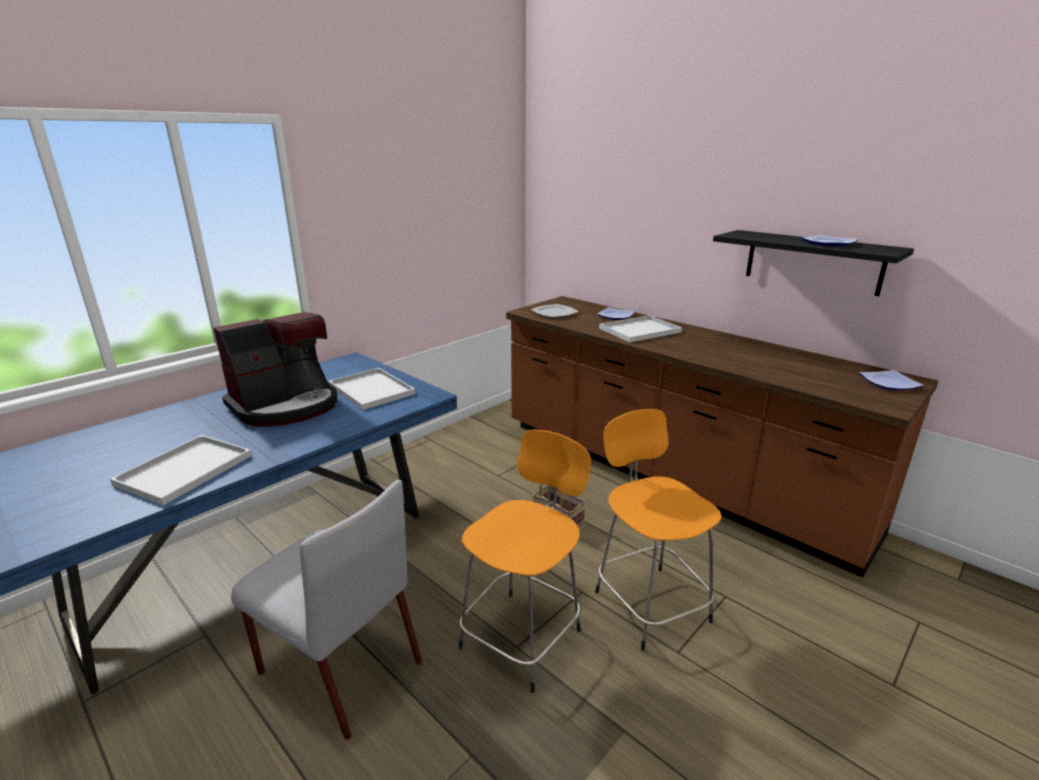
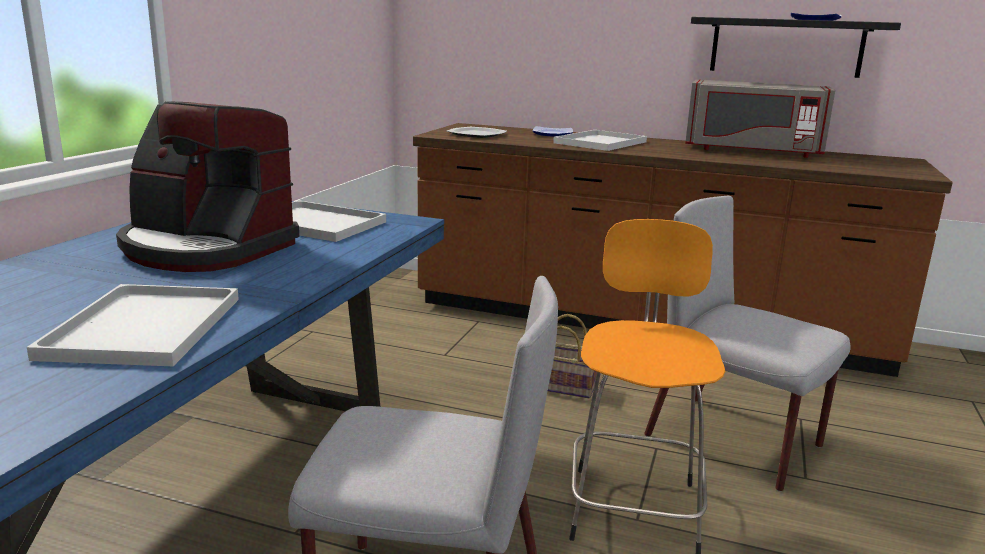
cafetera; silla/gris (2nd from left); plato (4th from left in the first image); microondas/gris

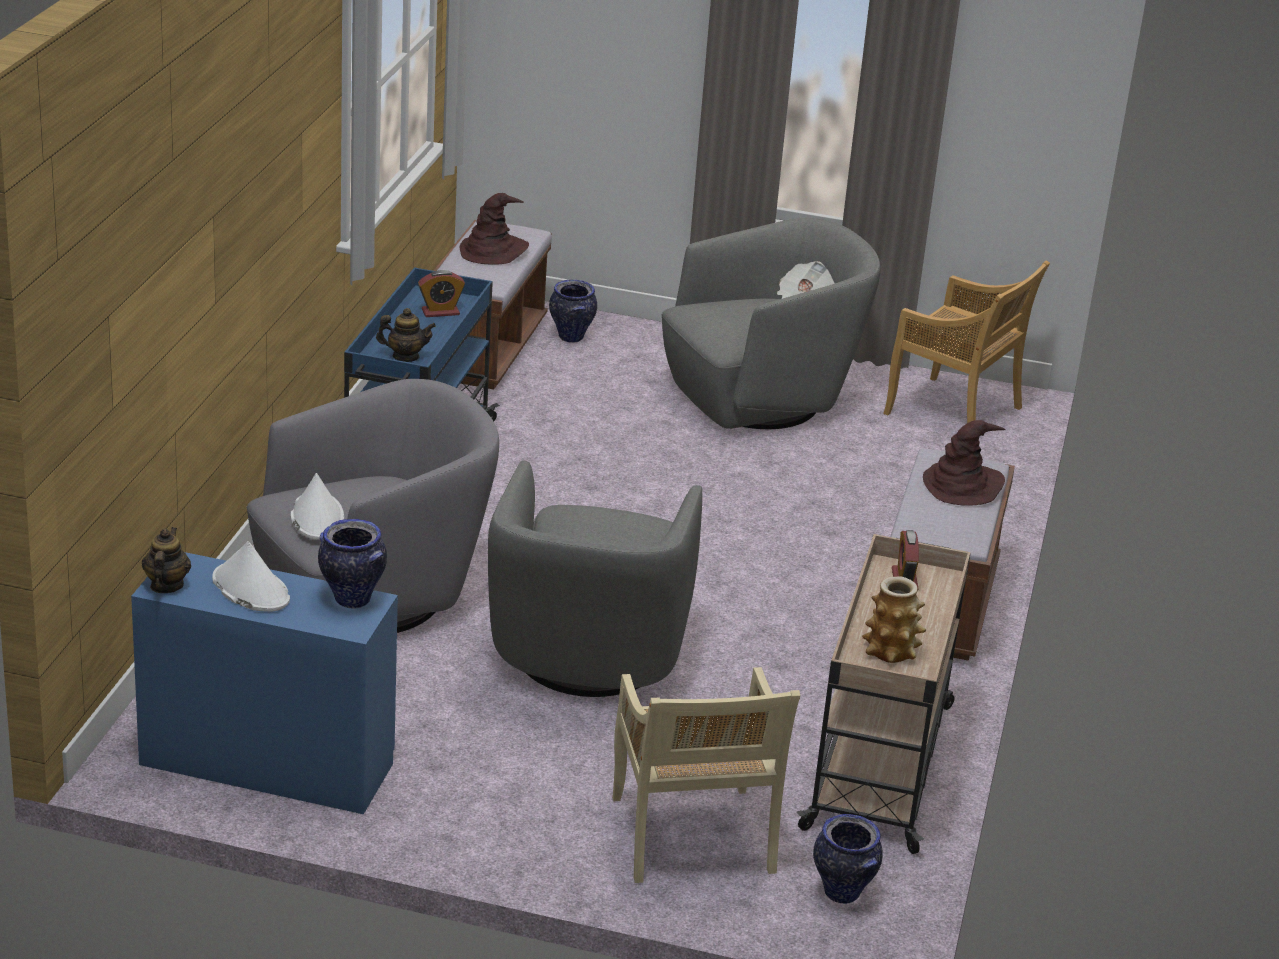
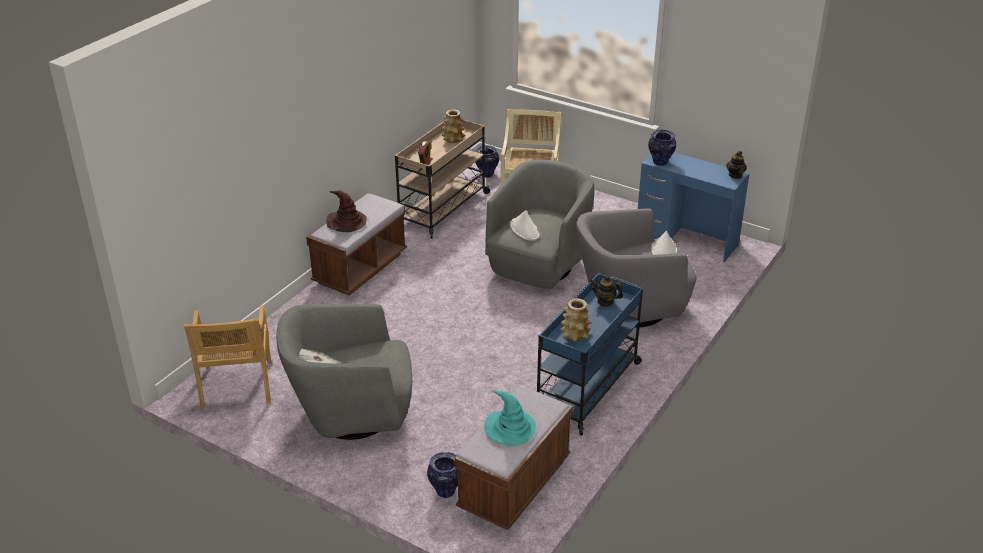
sombrero/blanco (1st from left); florero (4th from left); sombrero/turquesa; silla/beis (1st from left)

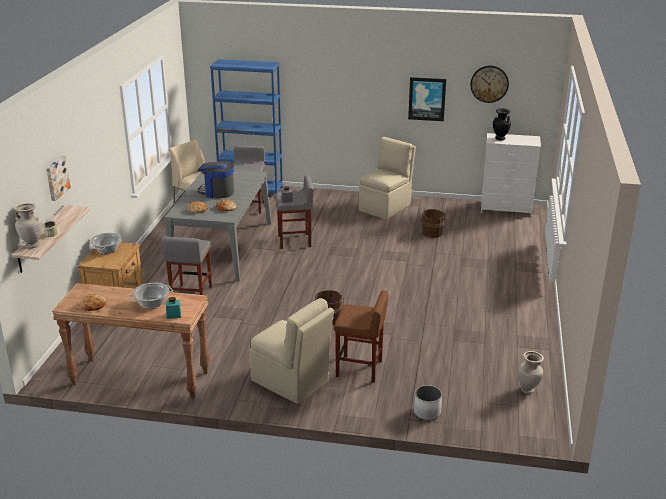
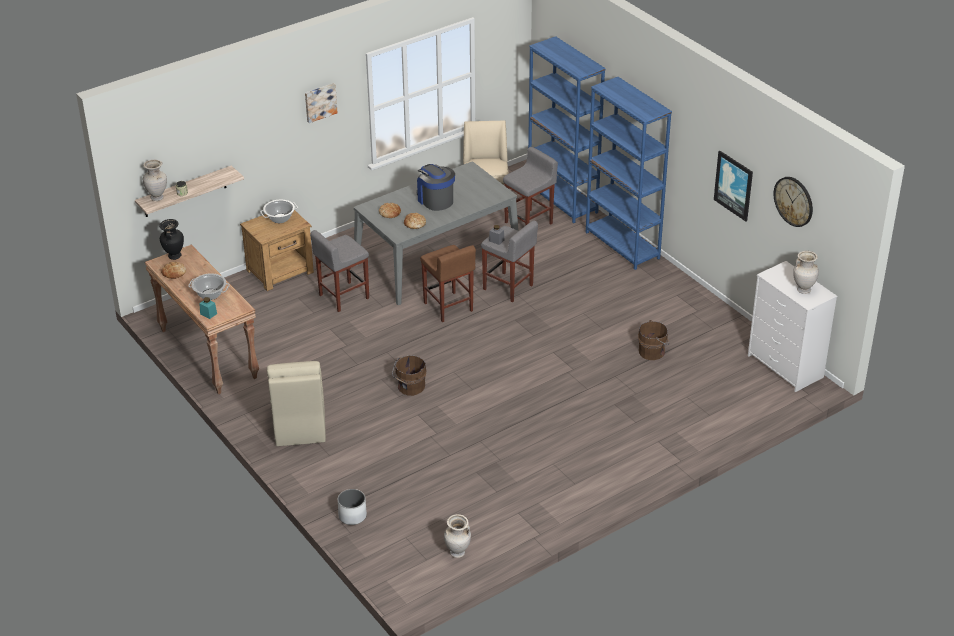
cuadro (1st from left); taburete/marrón; silla/beis (3rd from left in the first image); florero/negro; estantería/azul (2nd from left); florero/beis (3rd from left)

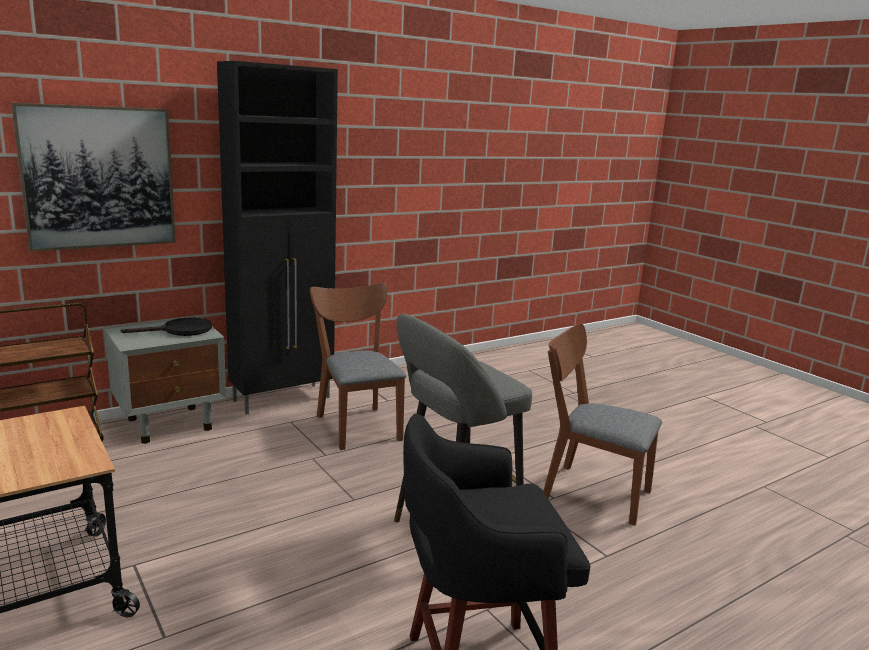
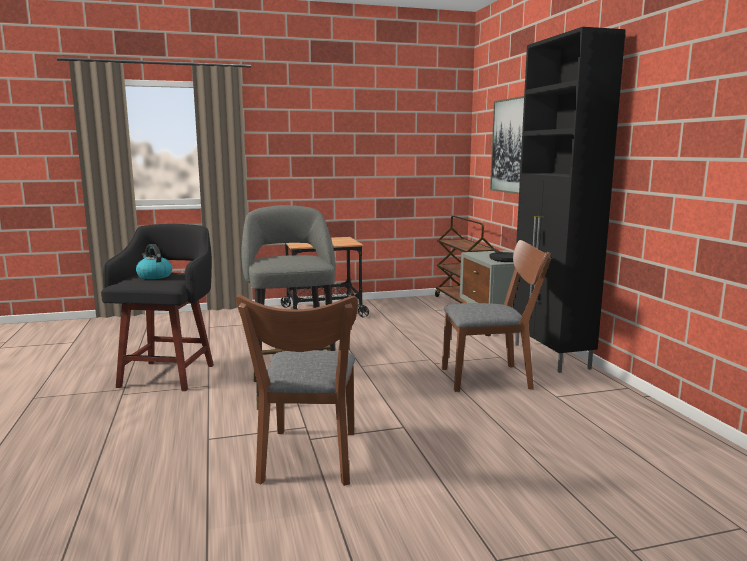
silla/marrón (1st from left); hervidor

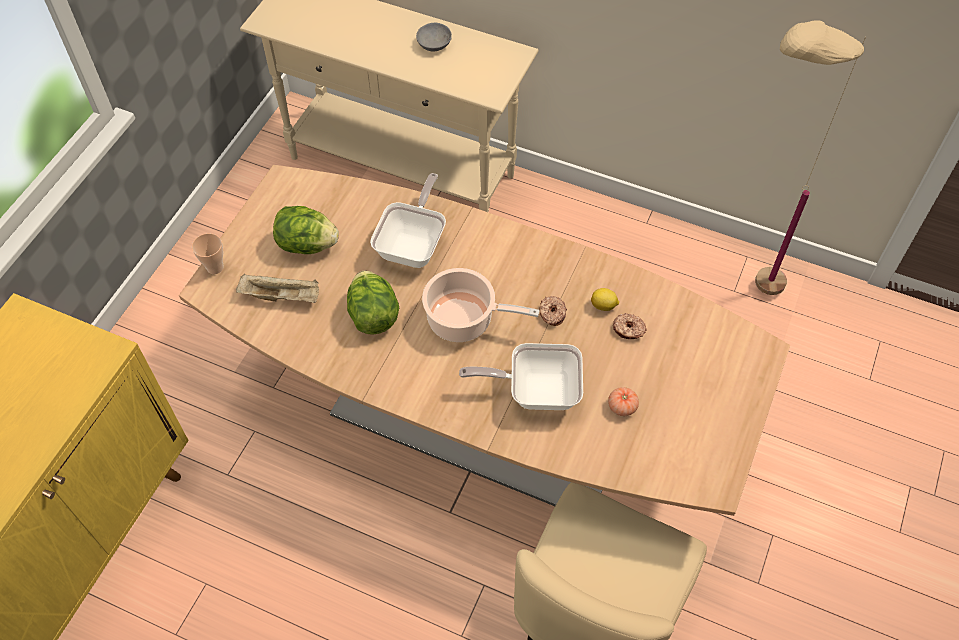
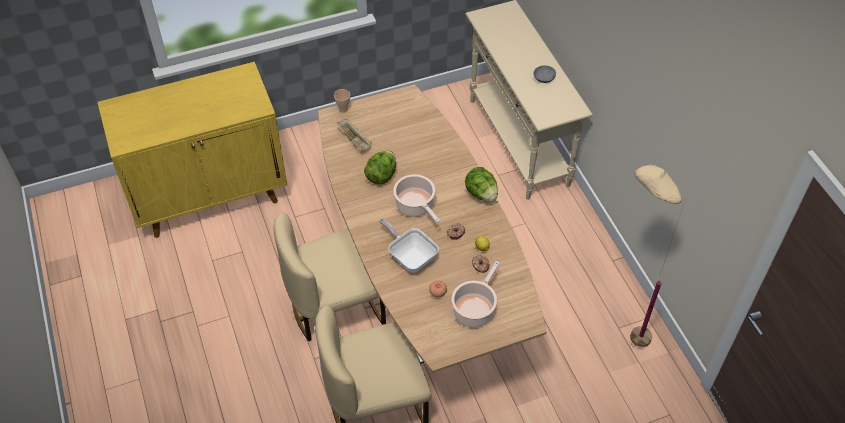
lechuga (2nd from left); sartén (1st from left in the first image); silla/beis (1st from left); olla (2nd from left)

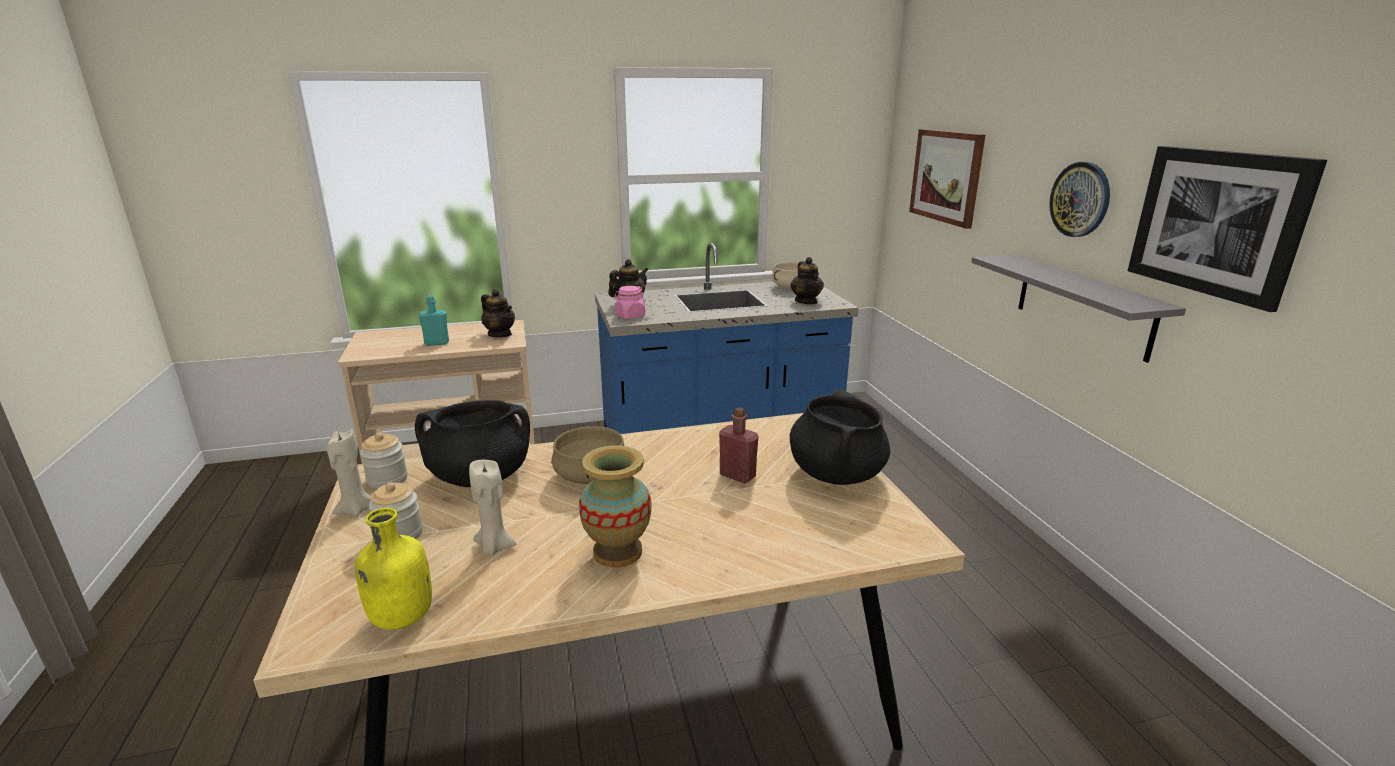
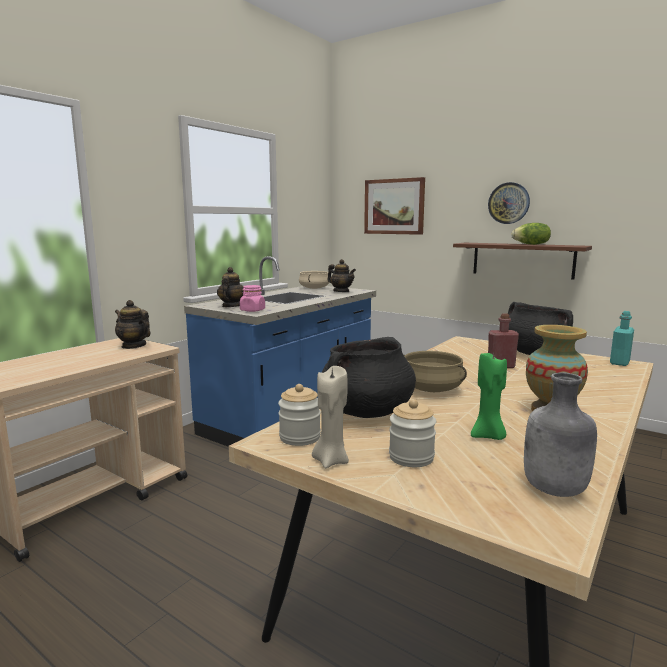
botella/gris; botella/turquesa; vela/verde; tetera (1st from left); estante/marrón; cuadro (2nd from left in the first image); lechuga

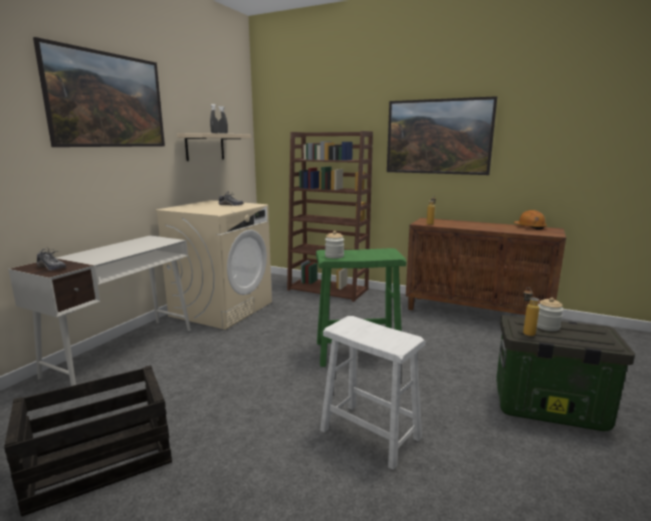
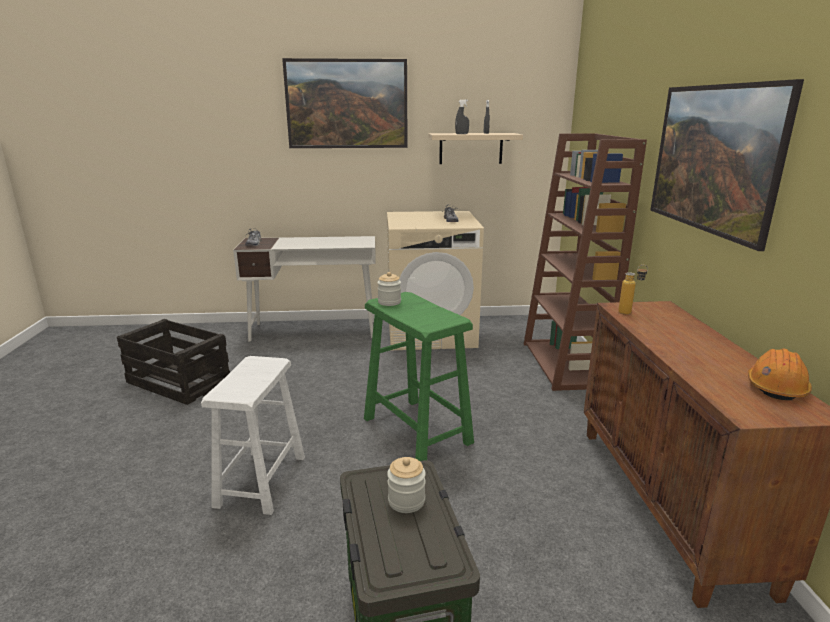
botella (2nd from left in the first image)

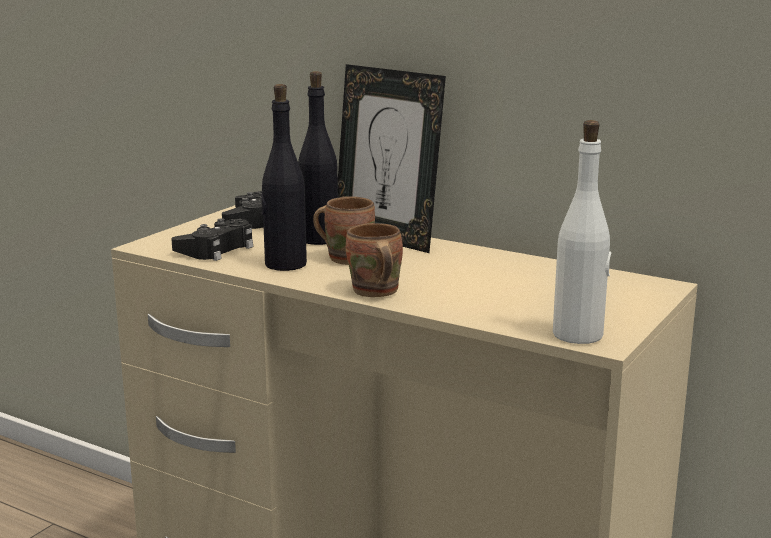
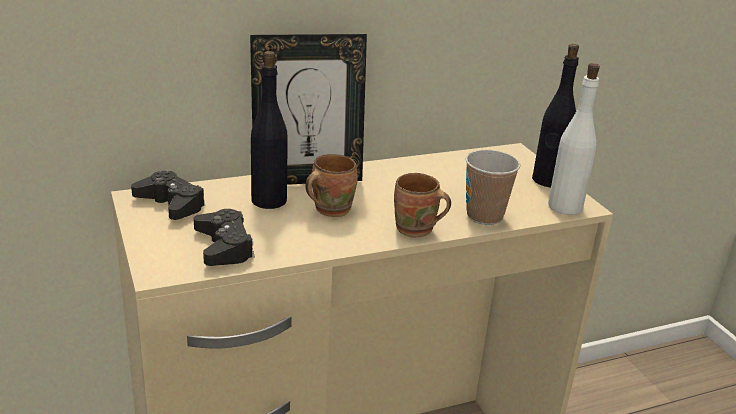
botella/negro (2nd from left); taza

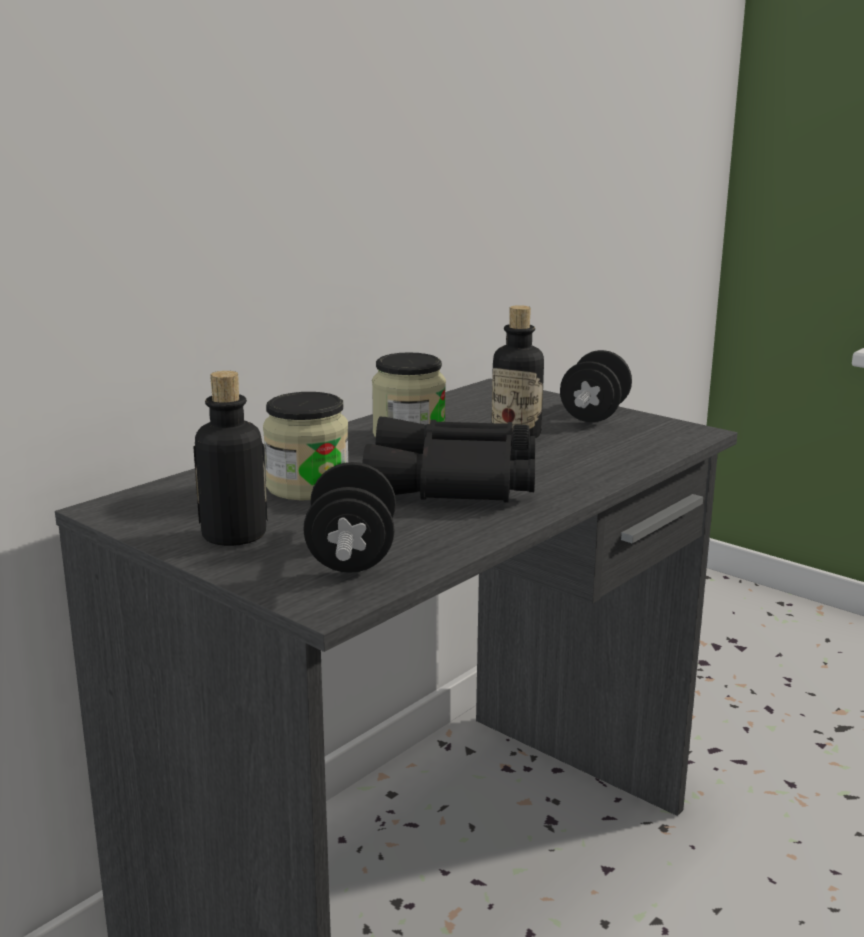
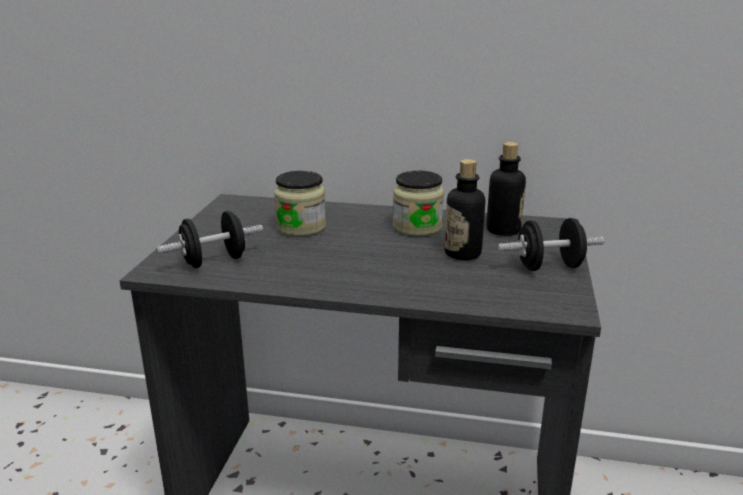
botella (2nd from left); prismáticos/negro

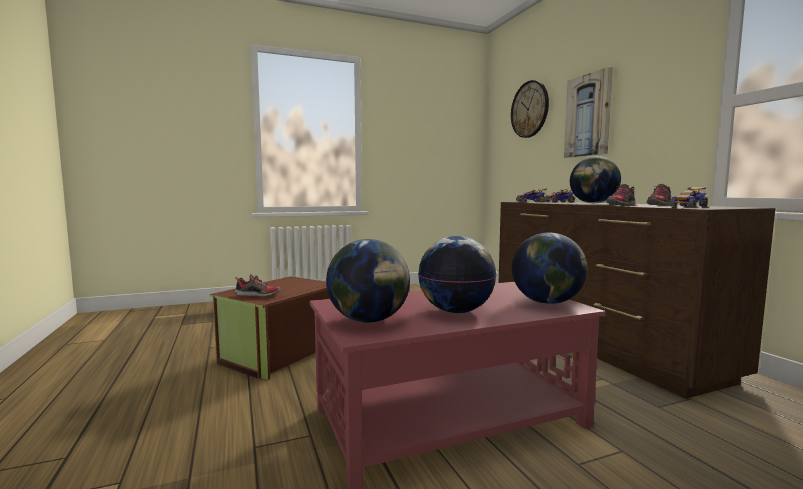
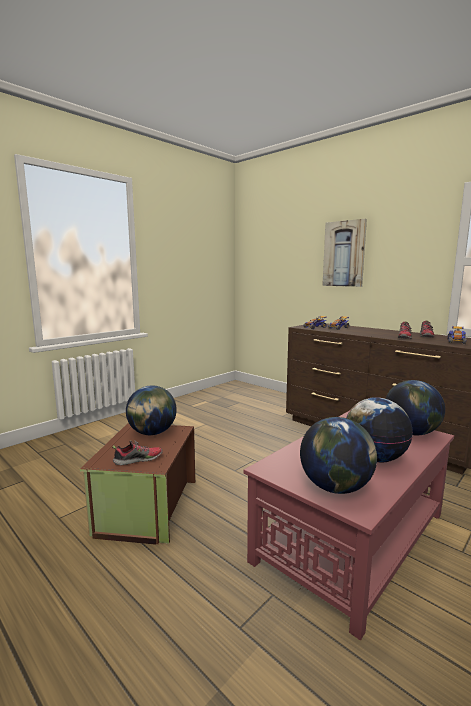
reloj de pared; globo terráqueo (1st from left)

